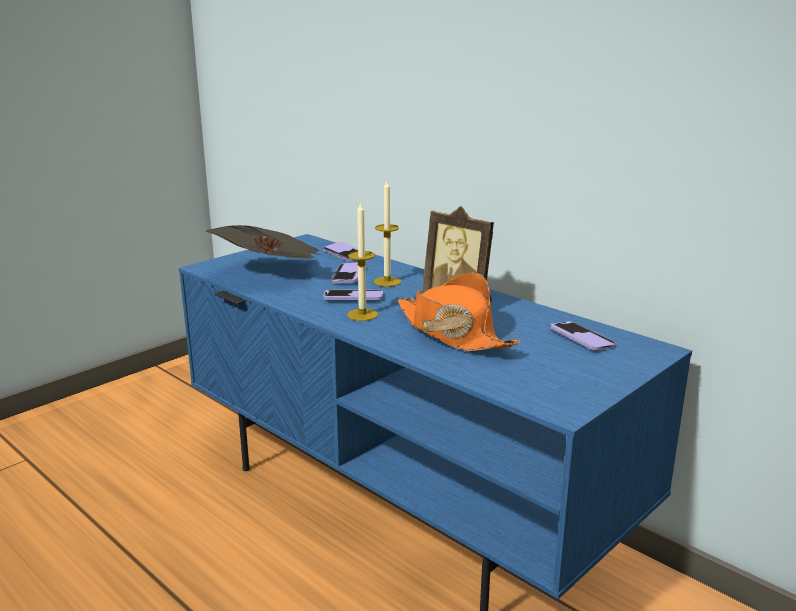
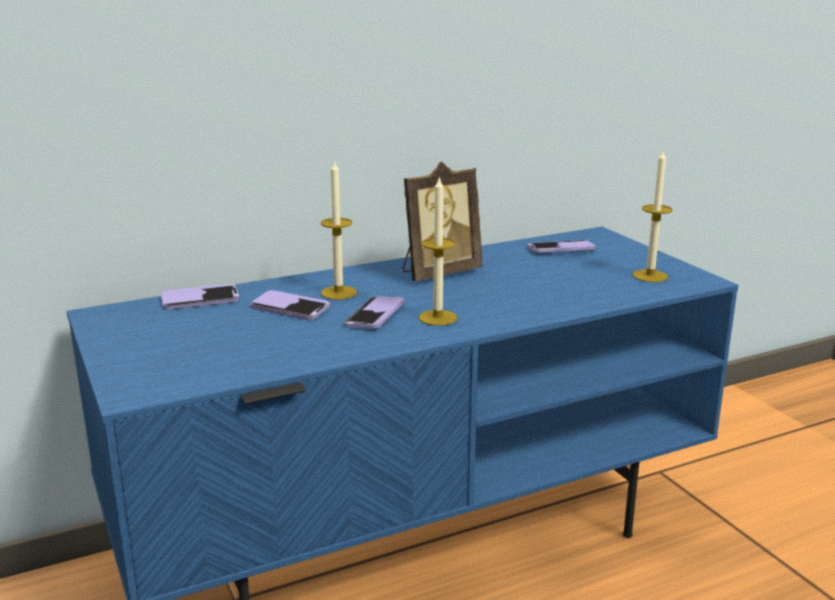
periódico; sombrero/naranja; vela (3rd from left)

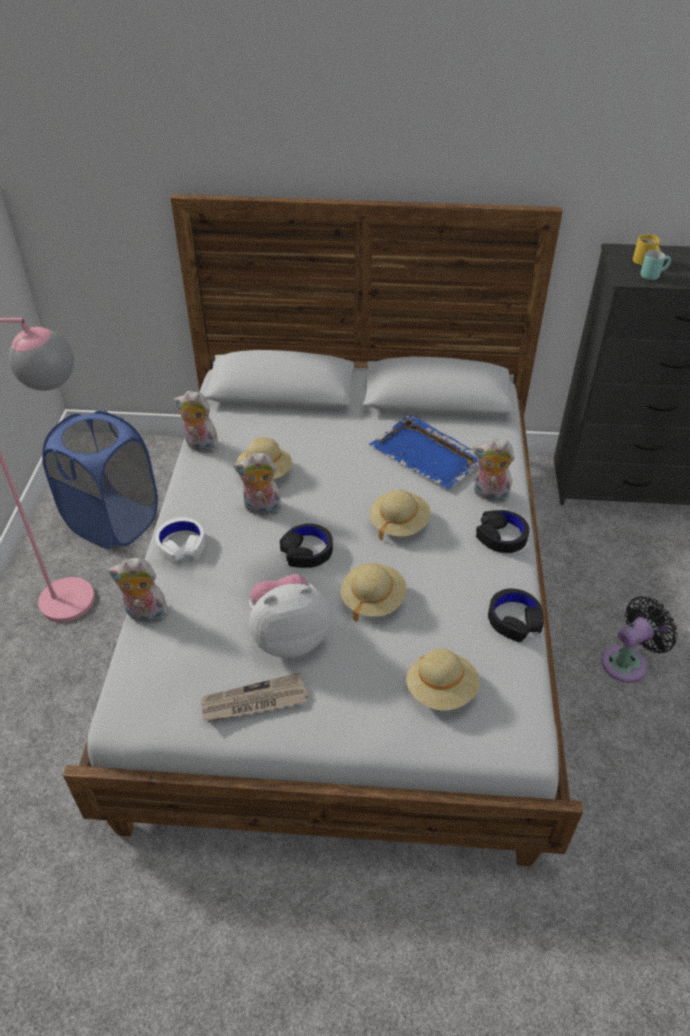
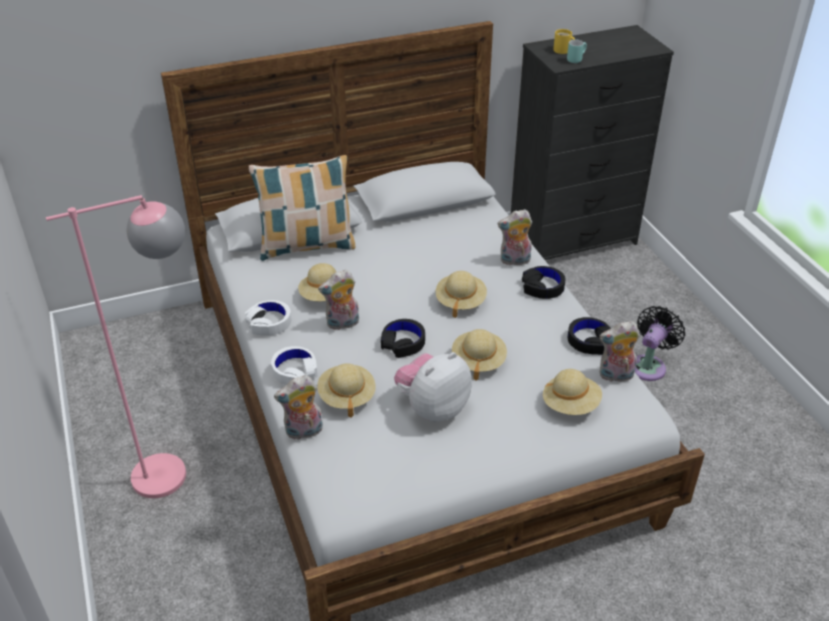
cesto de la ropa/azul; peluche (5th from left); periódico; bandeja/azul; auriculares/blanco (1st from left); cojín; sombrero/beis (2nd from left)

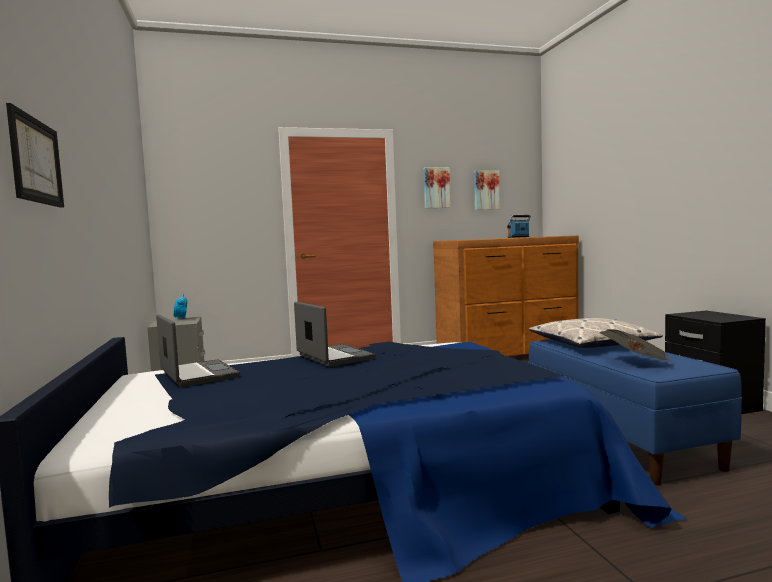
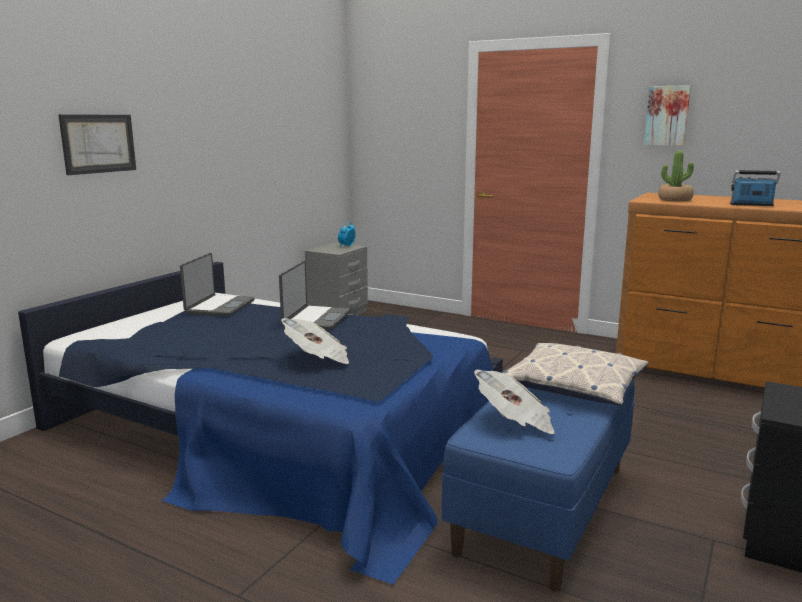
cuadro (3rd from left in the first image); periódico (1st from left); planta en maceta

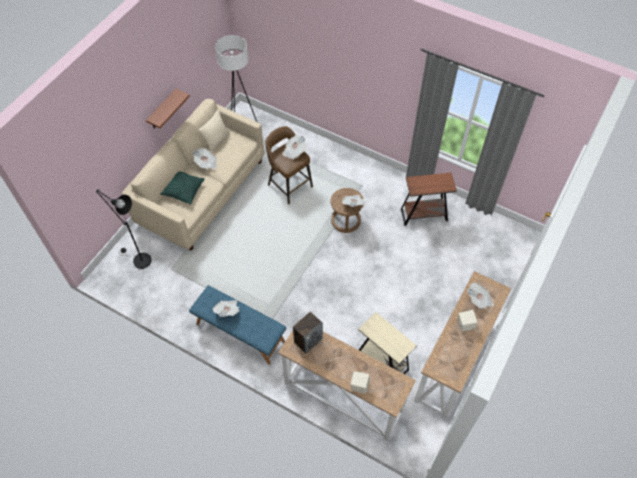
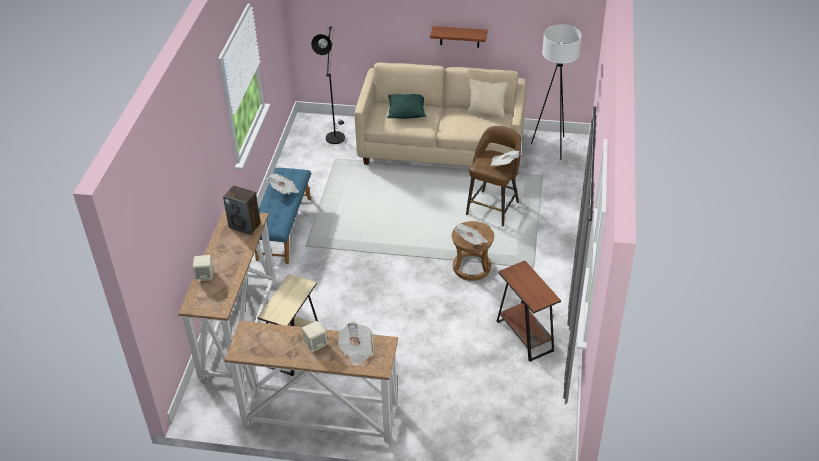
periódico (1st from left in the first image)

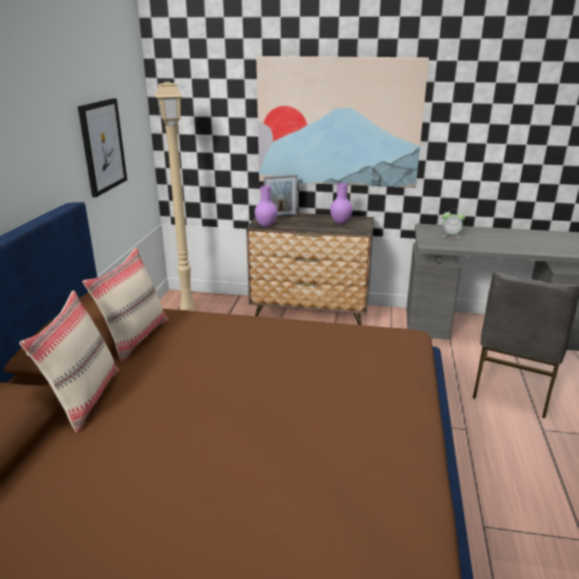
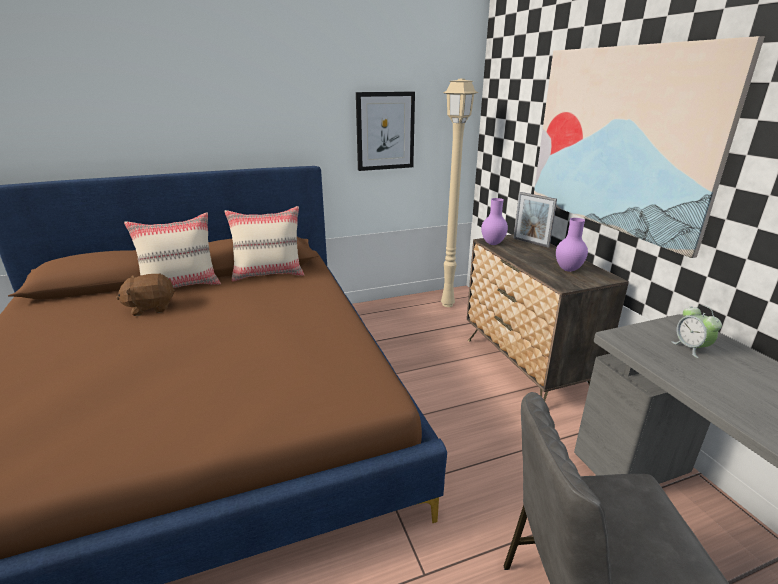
peluche/marrón

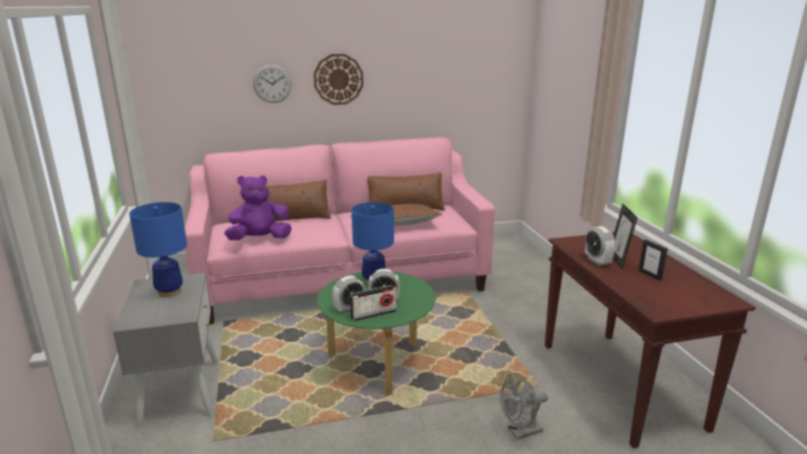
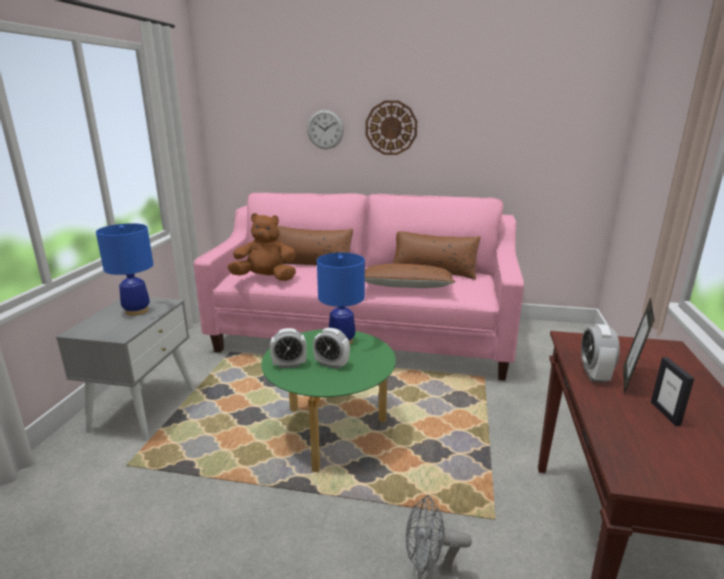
peluche/marrón; radio

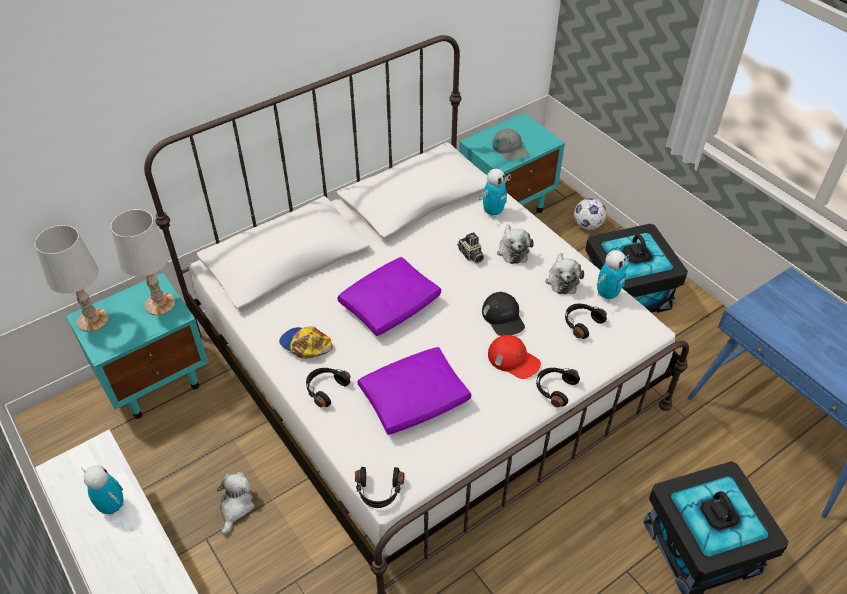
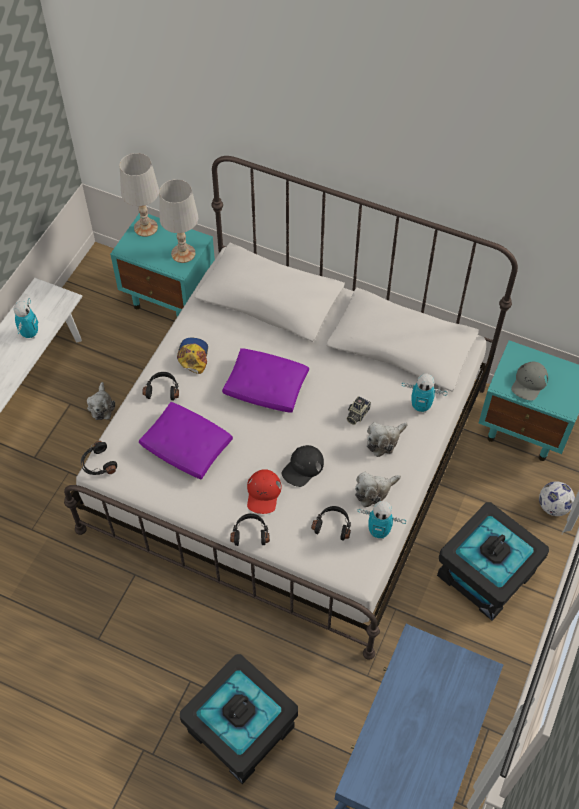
peluche (1st from left)

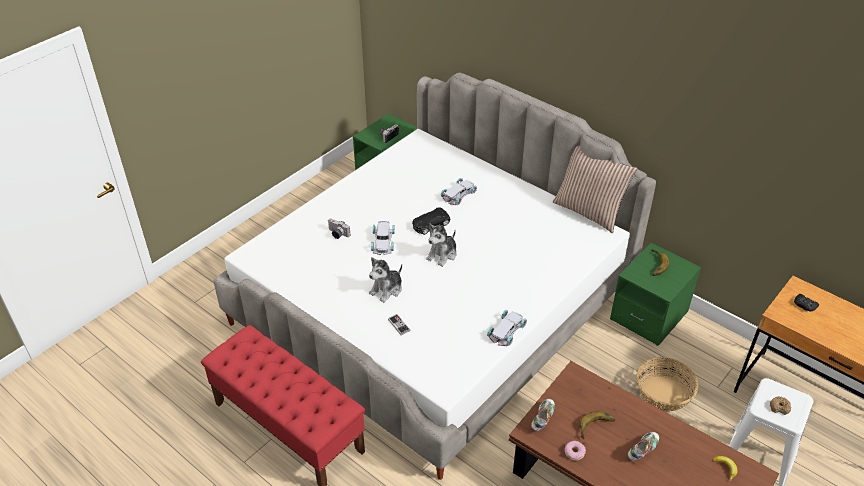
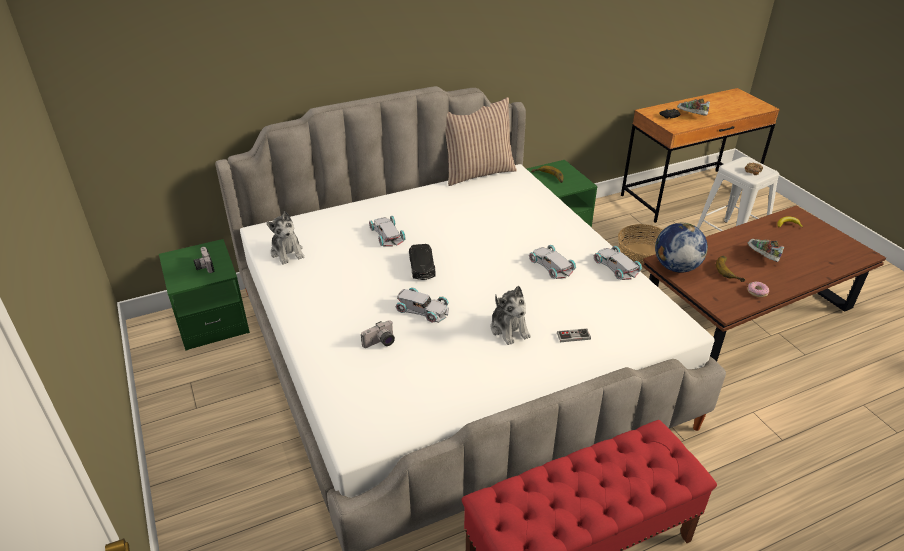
peluche (1st from left); zapato (1st from left); coche de juguete/blanco (3rd from left); globo terráqueo

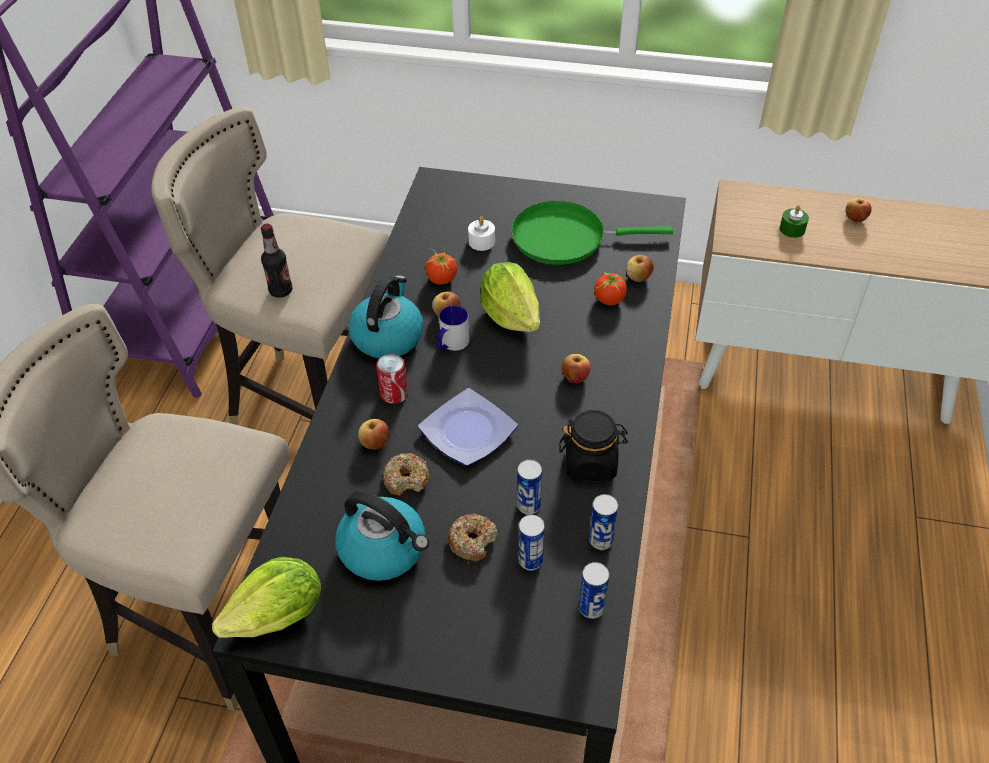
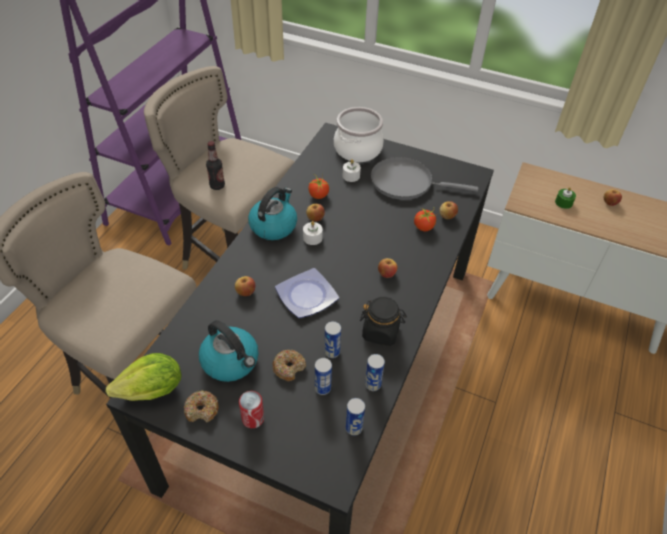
lata (1st from left); rosquilla (1st from left); vela/blanco (1st from left); lechuga (2nd from left in the first image); sartén/gris; olla

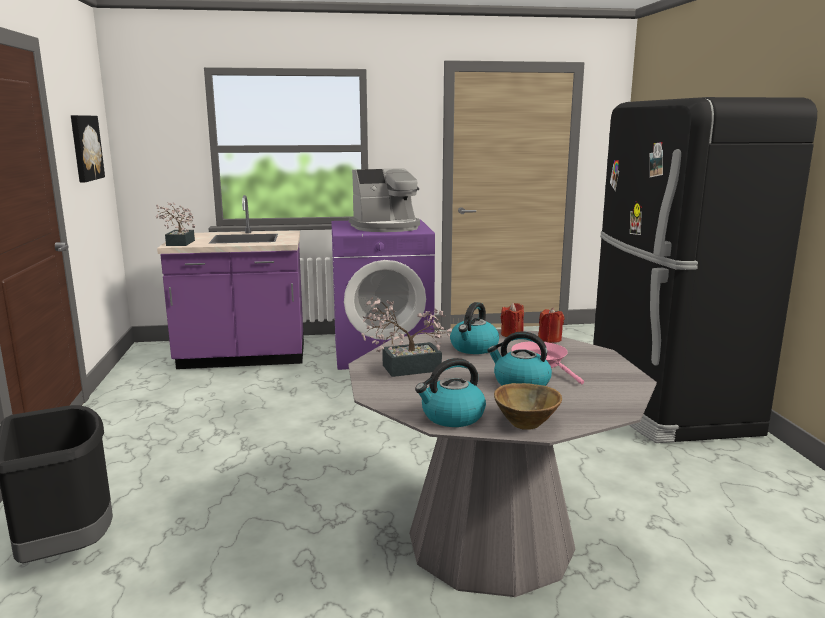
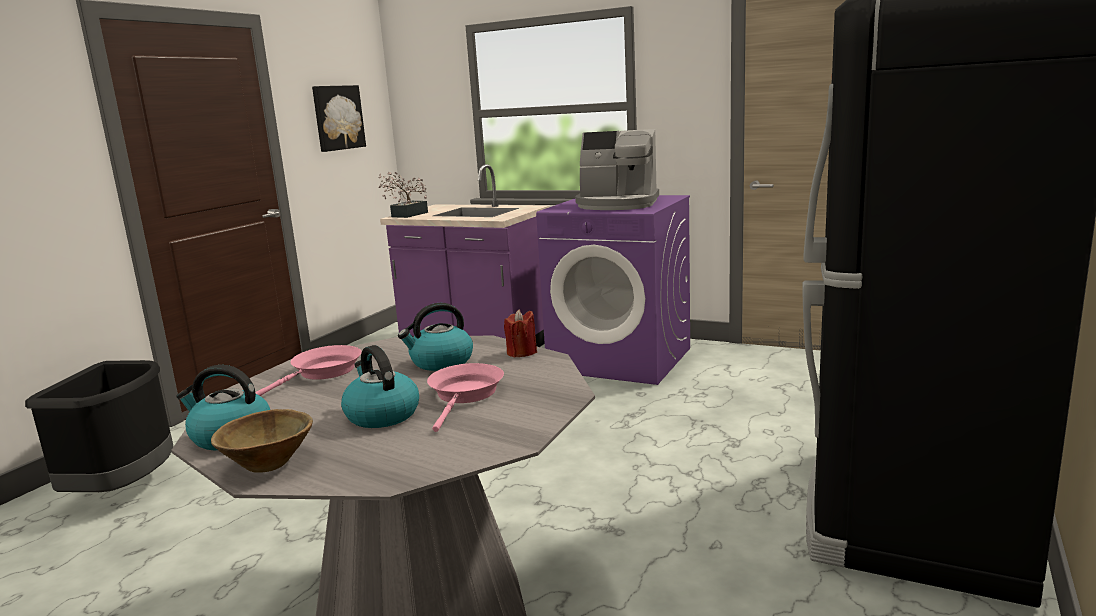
sartén/rosa (1st from left); vela/rojo (2nd from left in the first image)

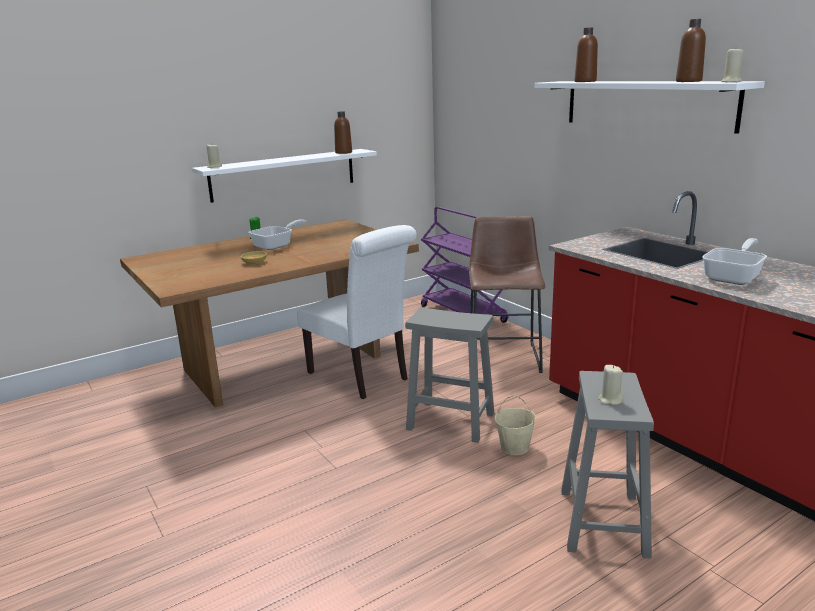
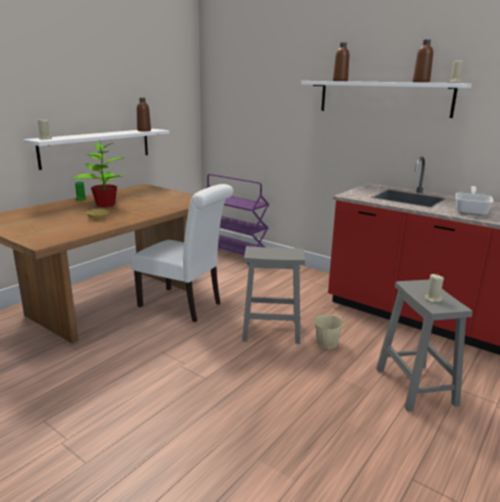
planta en maceta; taburete/marrón

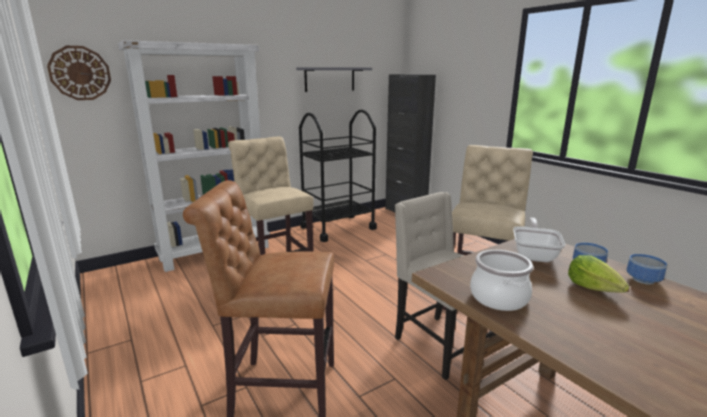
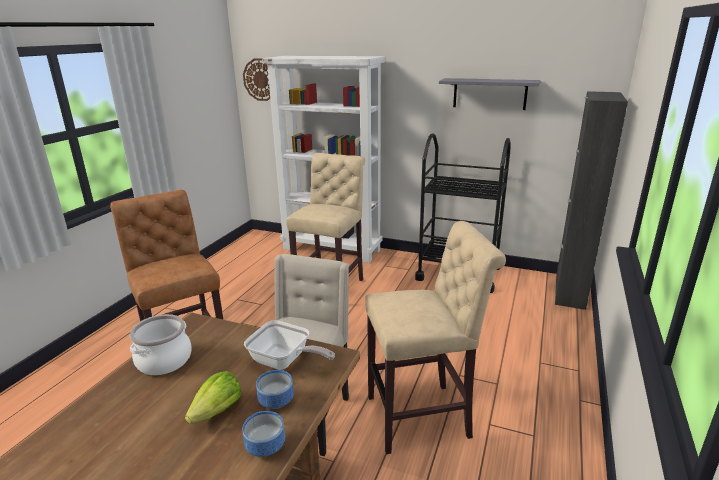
sartén

